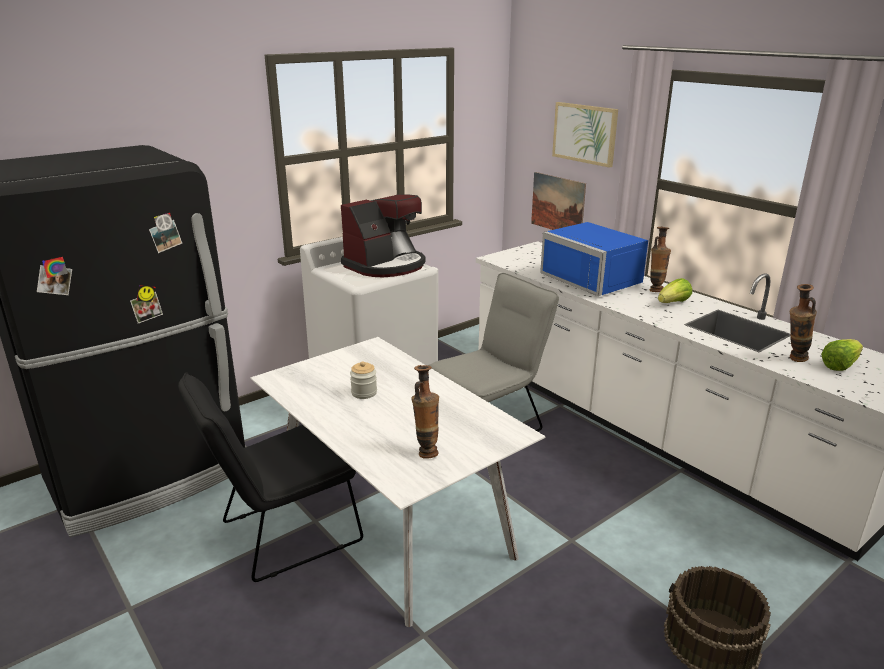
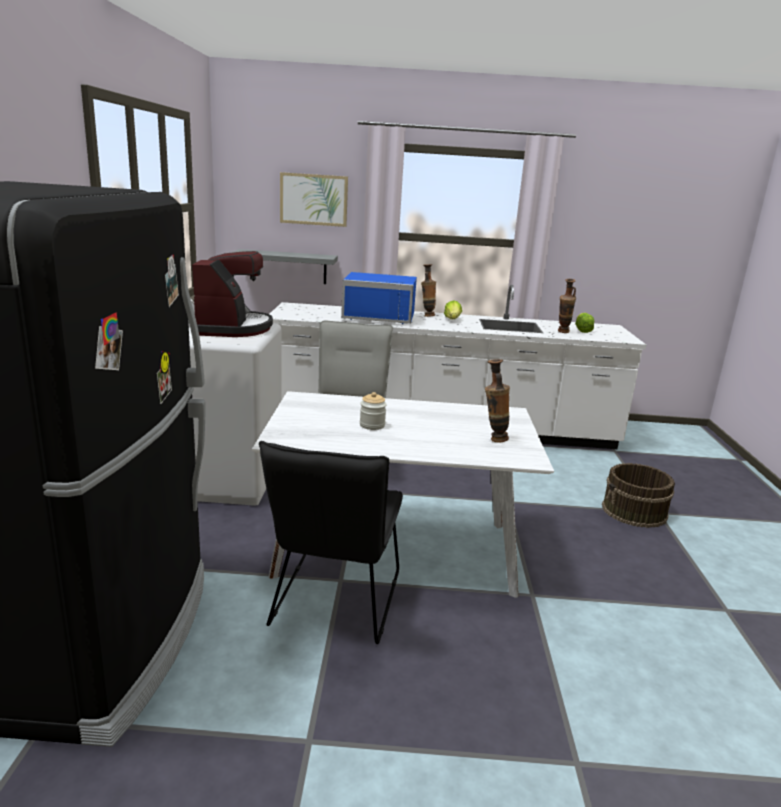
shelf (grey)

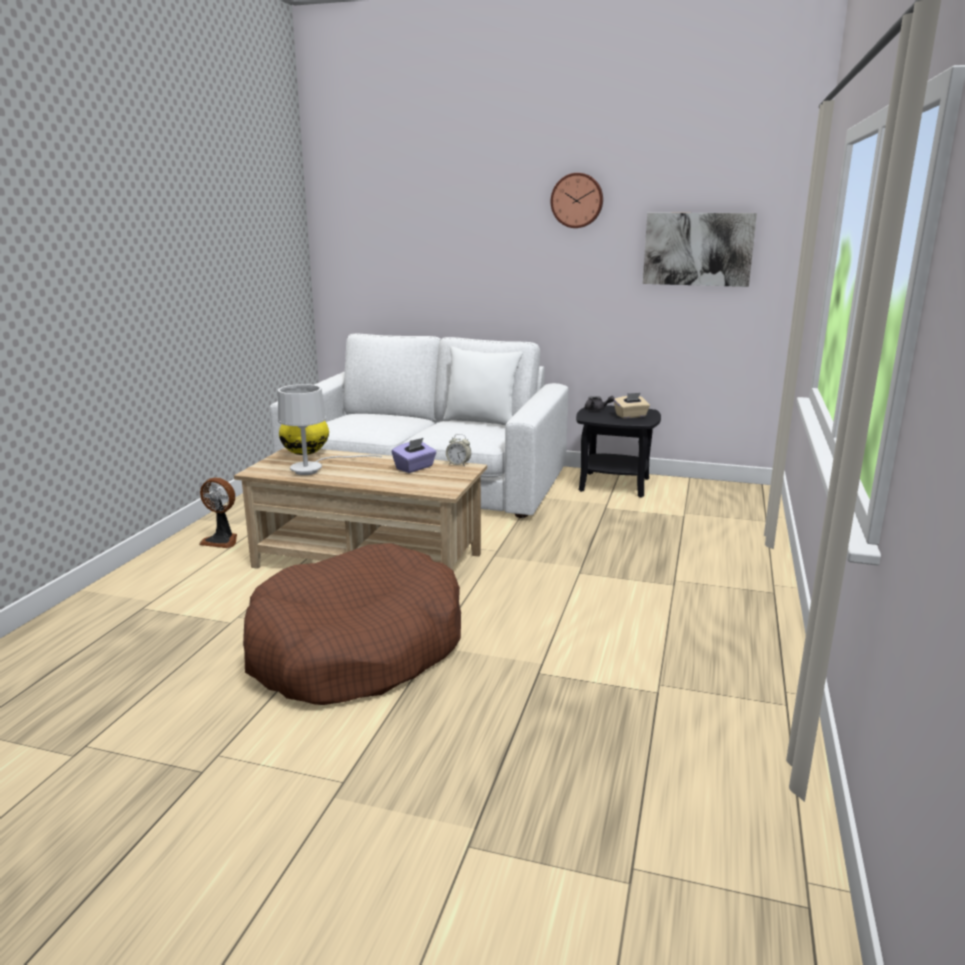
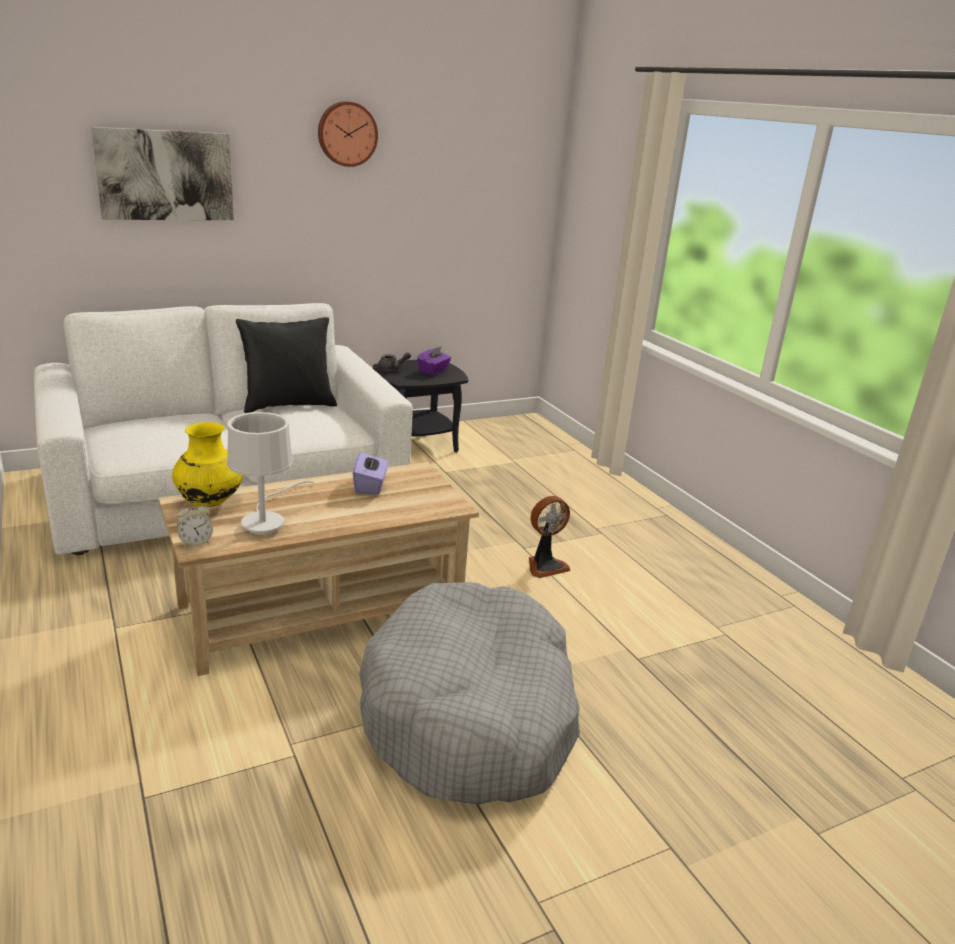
picture; pillow (black); tissue box (purple) (no. 2 from left); alarm clock; fan; dog bed (grey)

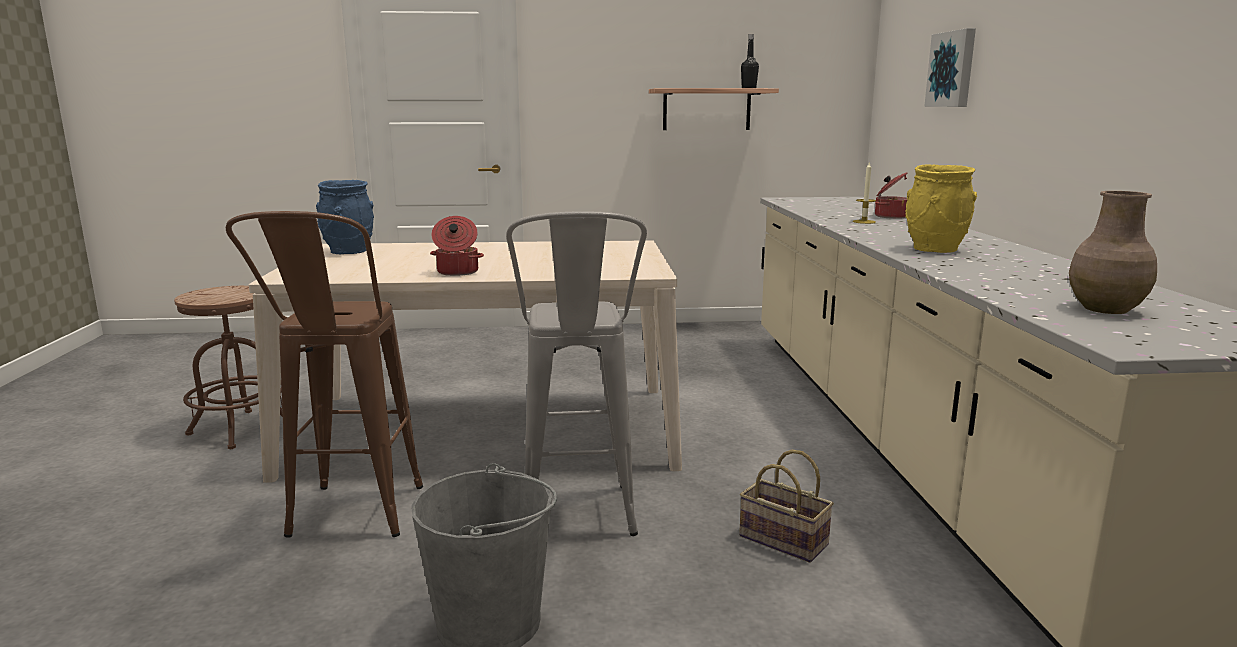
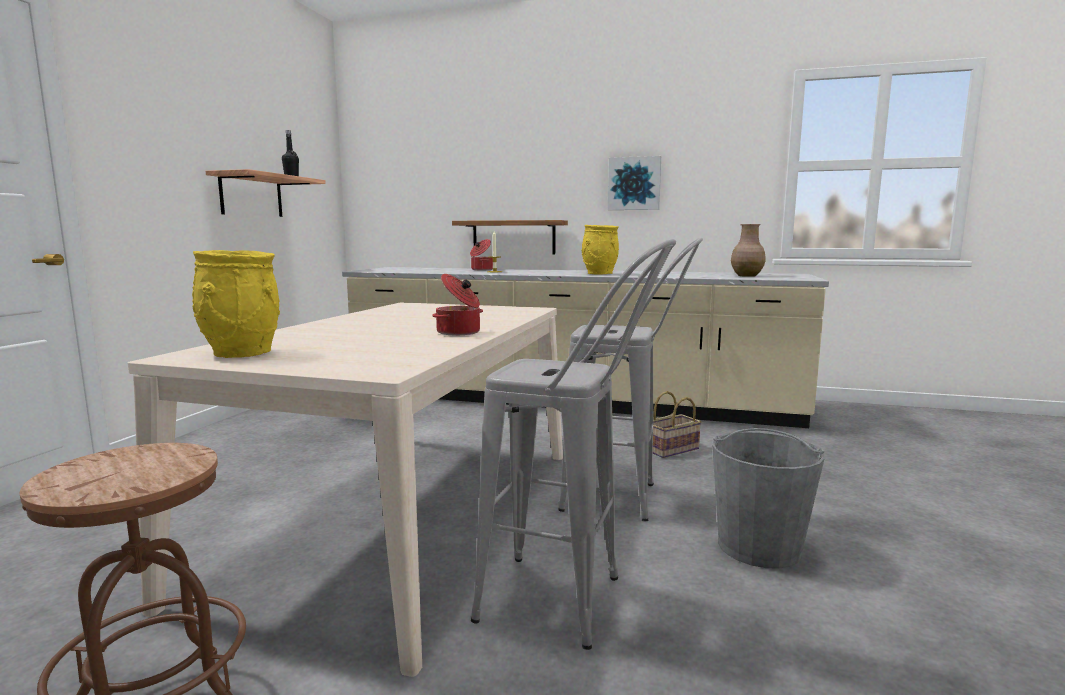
picture; vase (yellow) (no. 1 from left); stool (grey) (no. 1 from left); shelf (no. 2 from left)

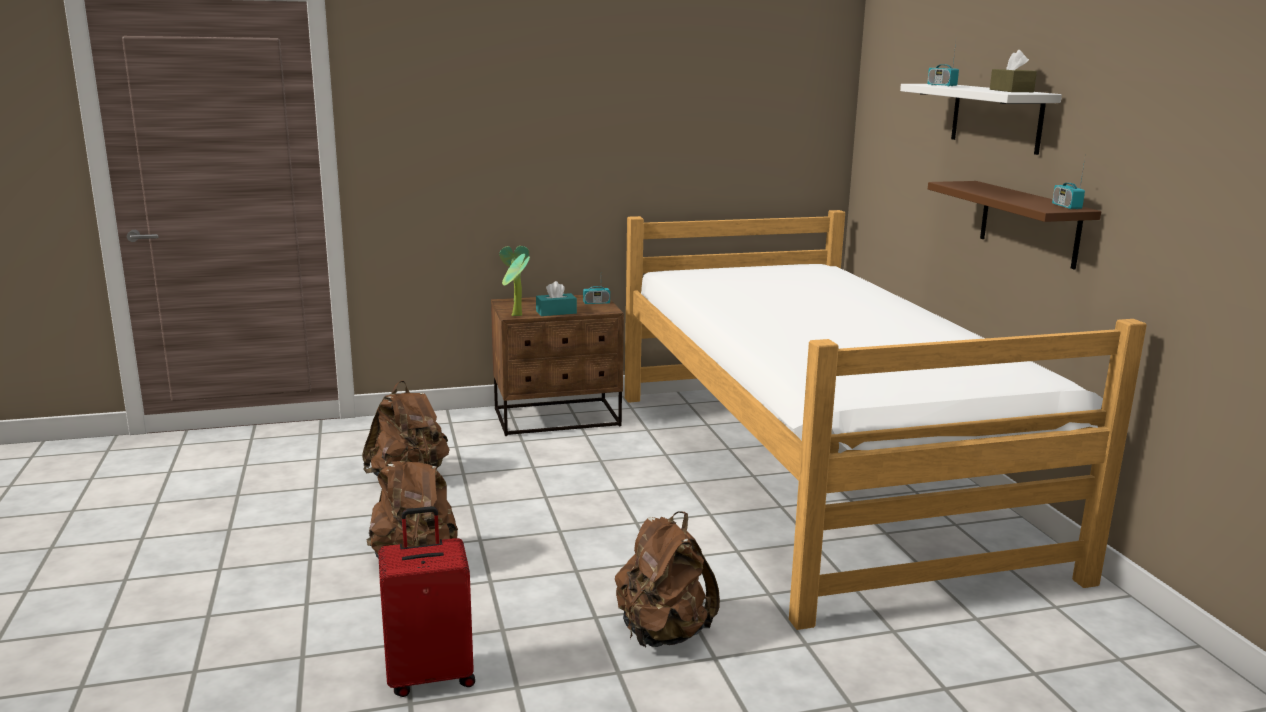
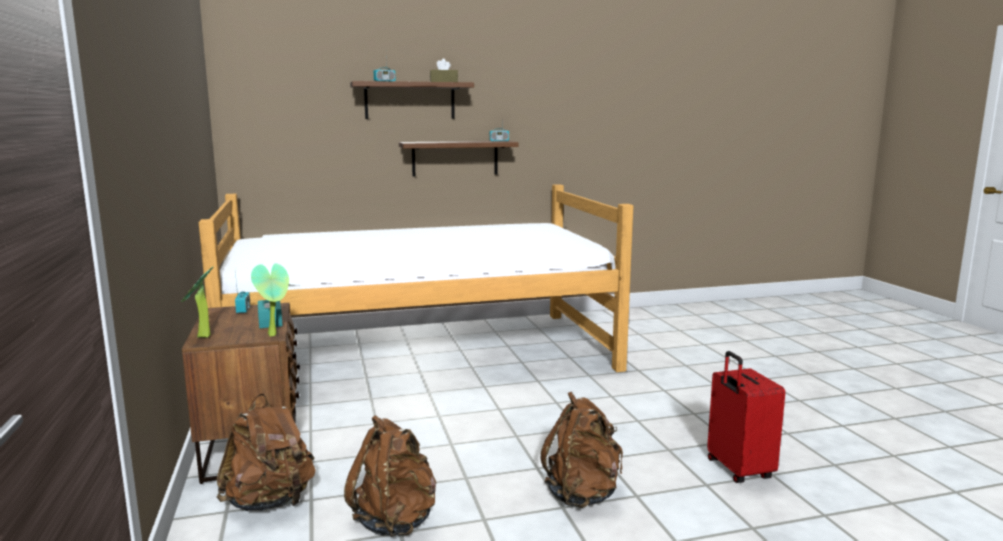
shelf (brown) (no. 1 from left); backpack (brown) (no. 1 from left)

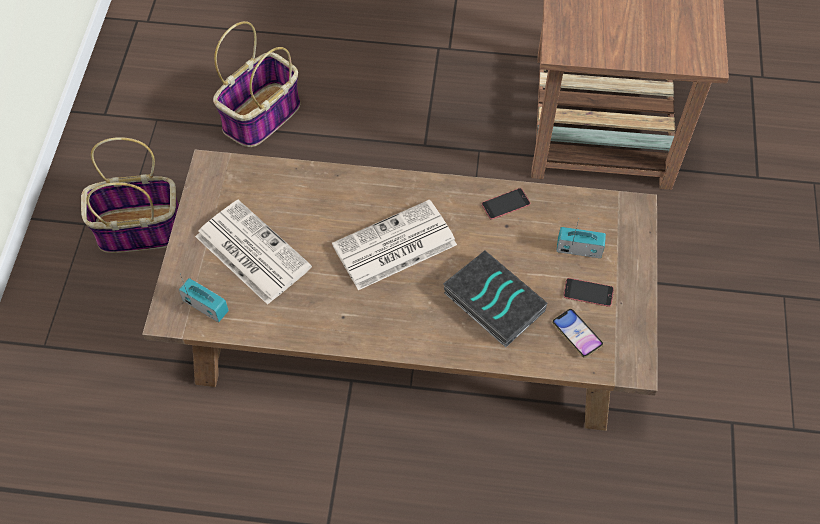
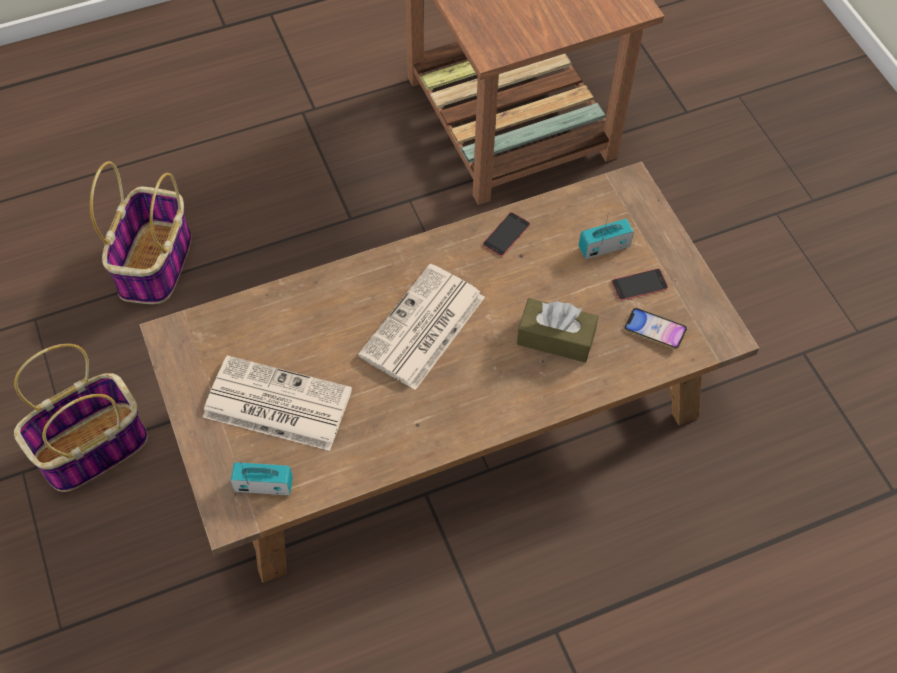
tissue box (brown)

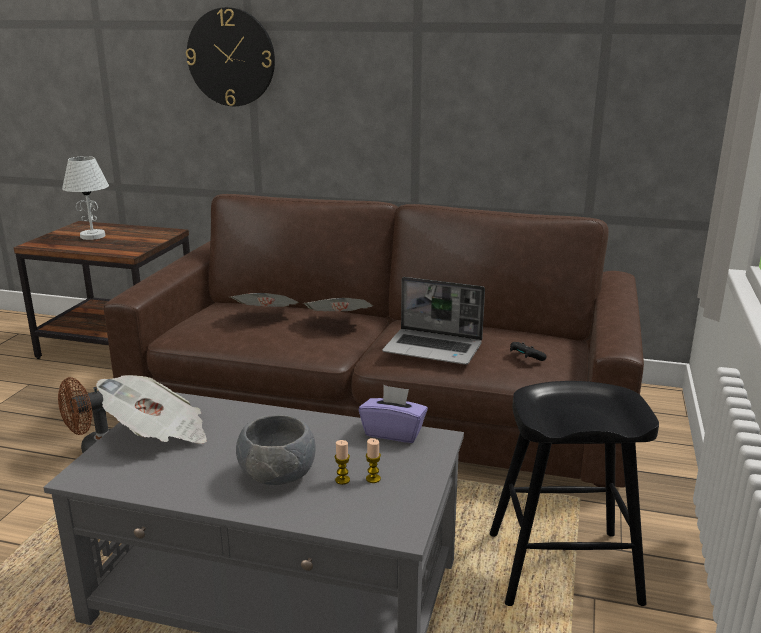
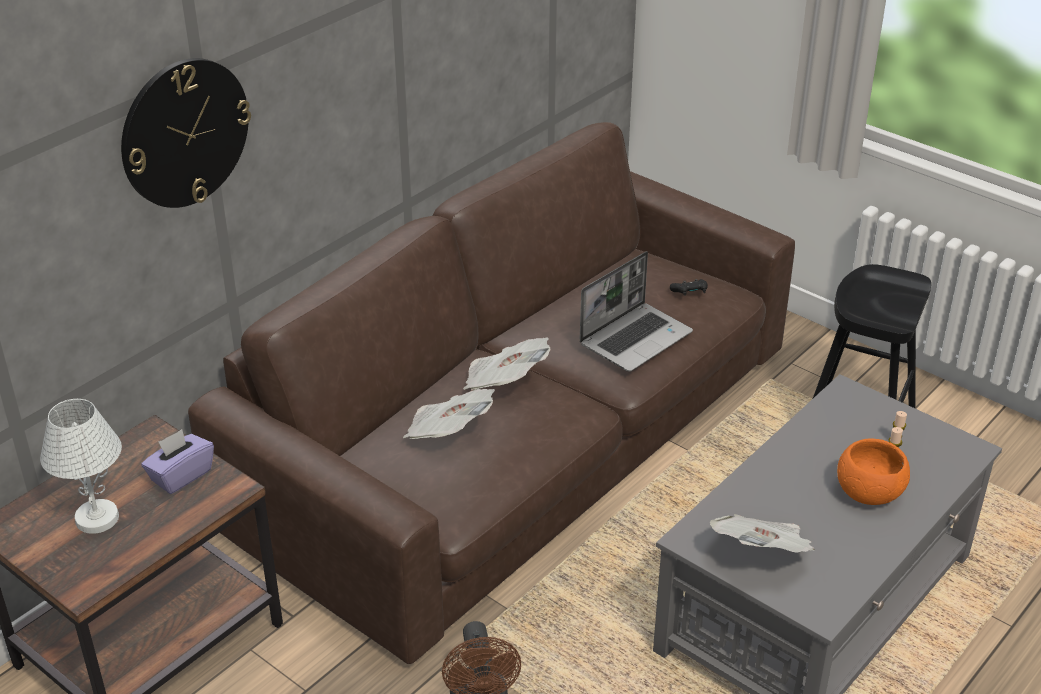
tissue box (purple); bowl (orange)

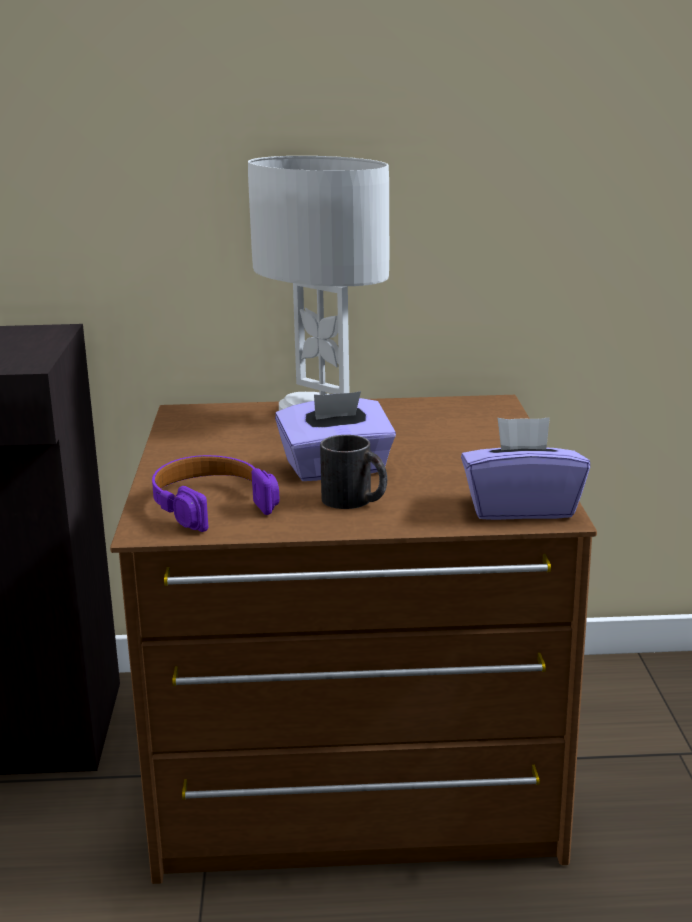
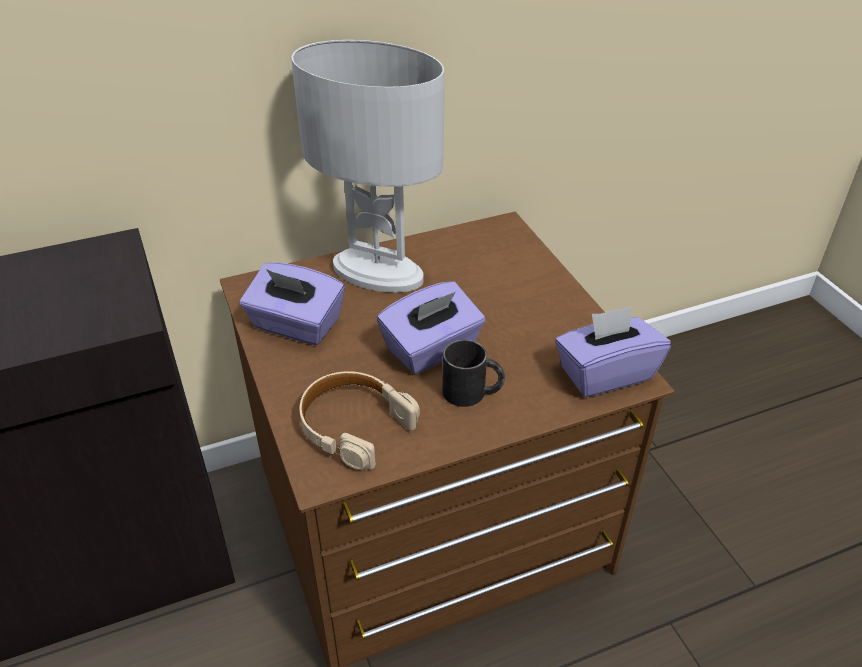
headphones (beige); tissue box (purple) (no. 1 from left)

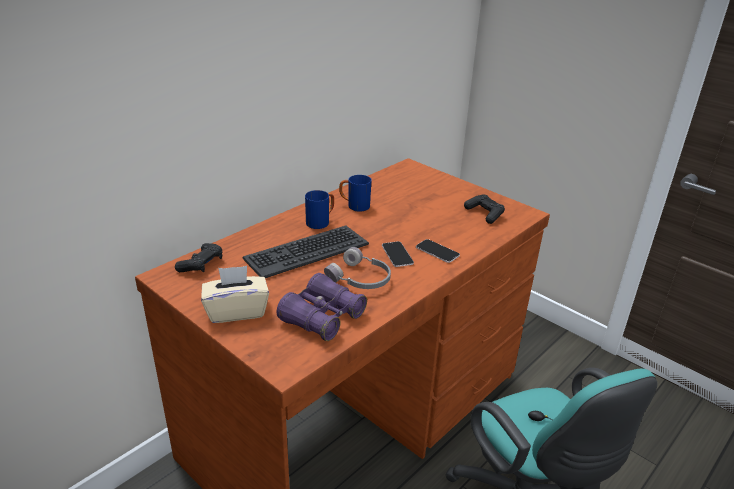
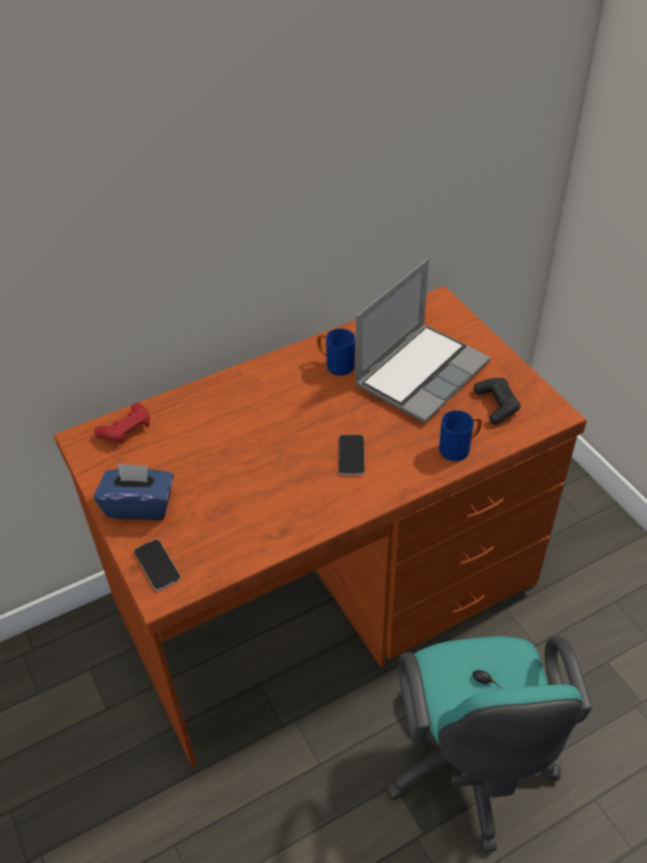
mug (blue) (no. 2 from left); keyboard; phone (no. 1 from left); game controller (red); headphones (grey); tissue box (blue); binoculars (purple); laptop

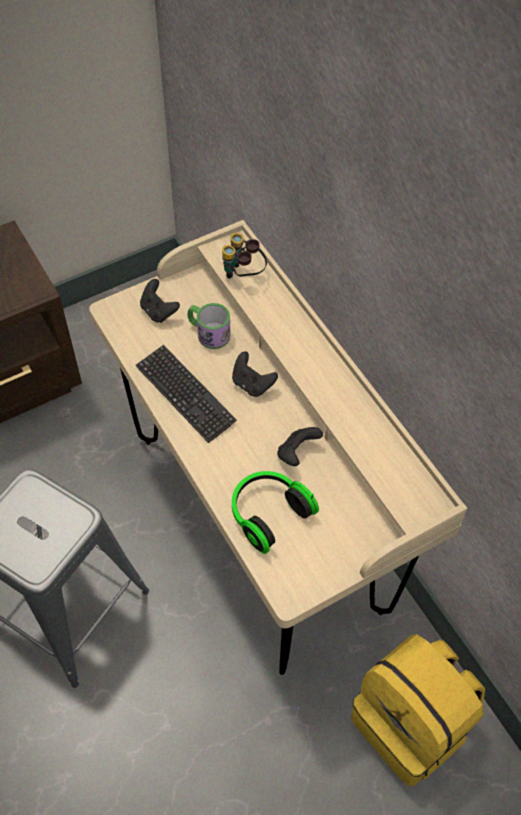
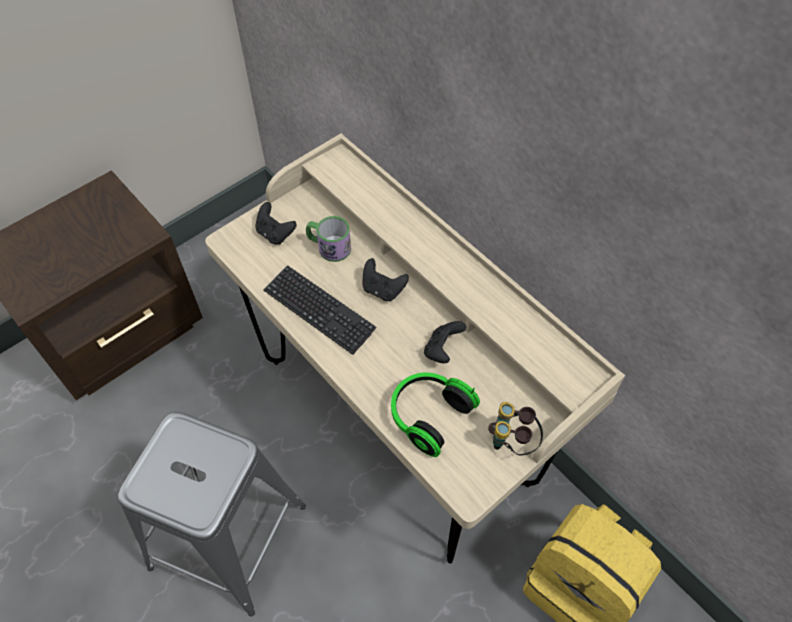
binoculars

